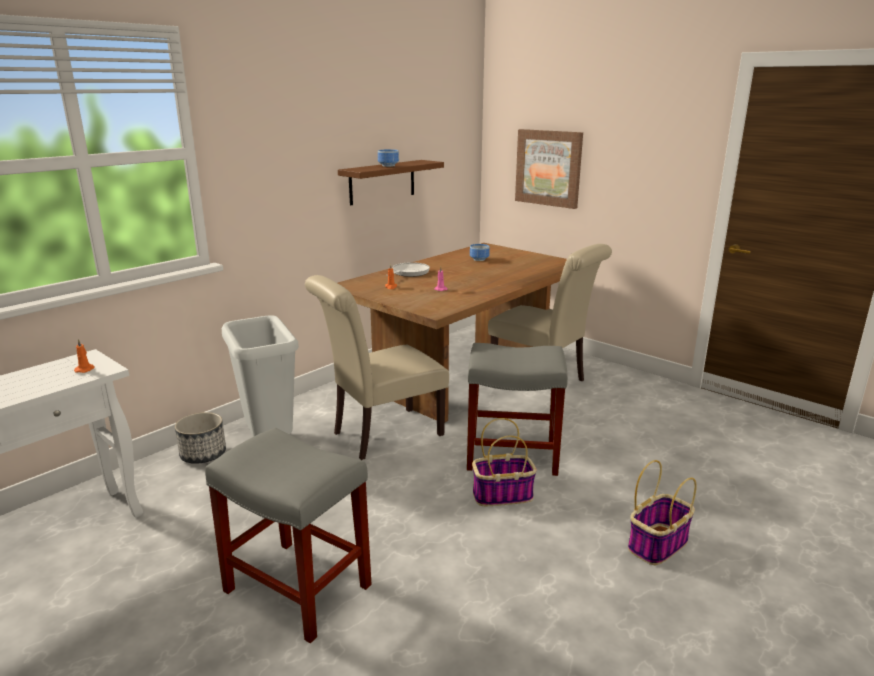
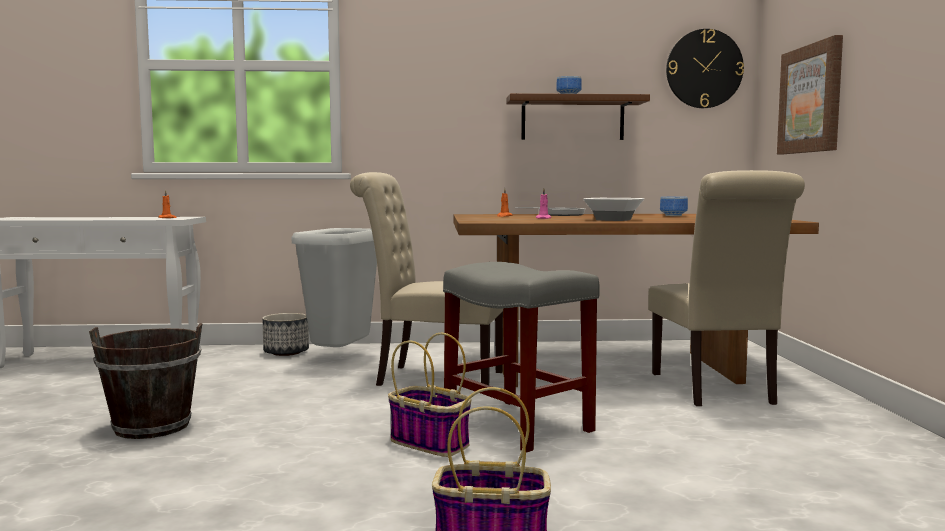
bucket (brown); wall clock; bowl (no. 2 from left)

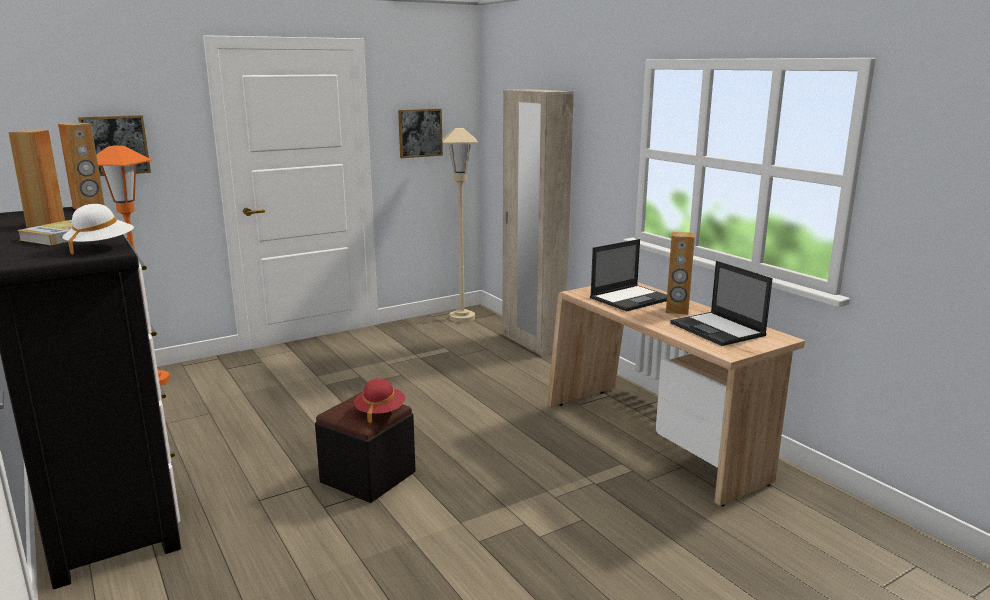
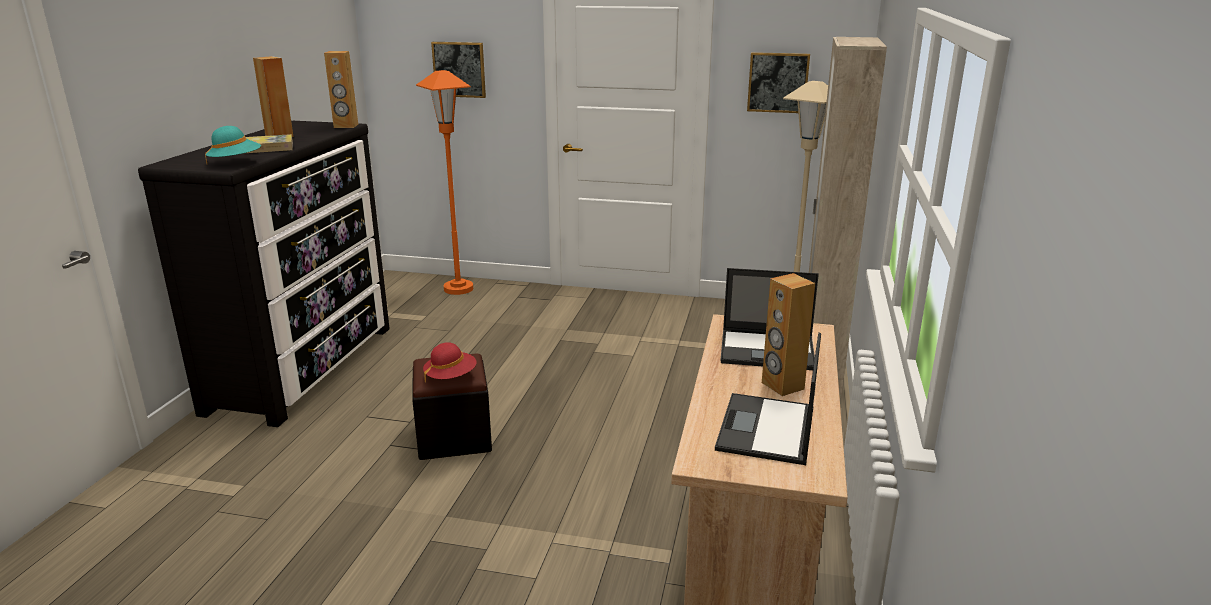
hat (turquoise)

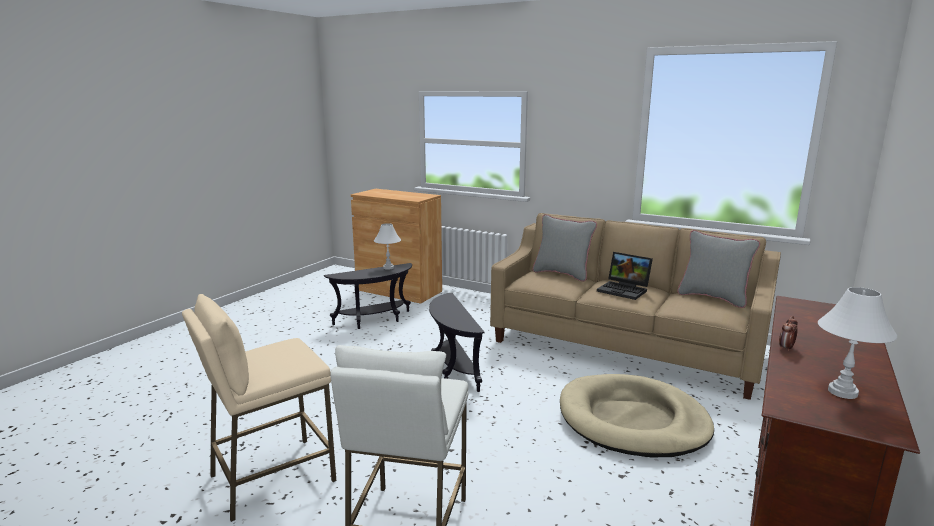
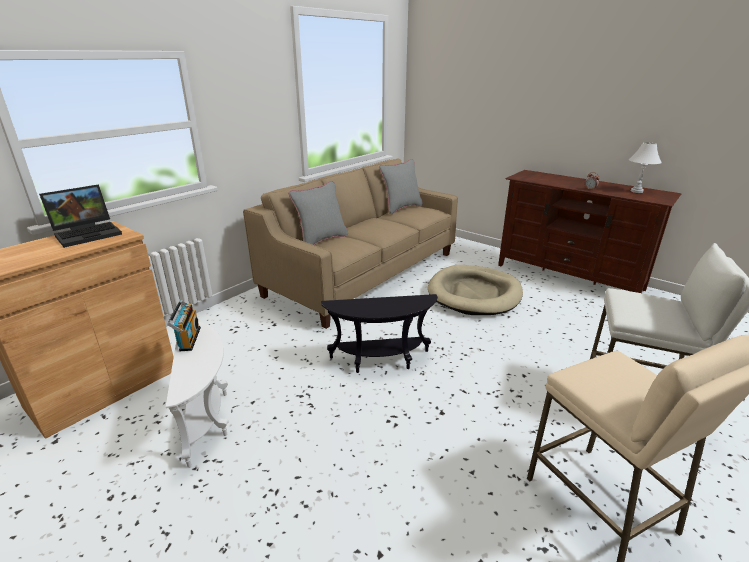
radio; laptop; side table (white)

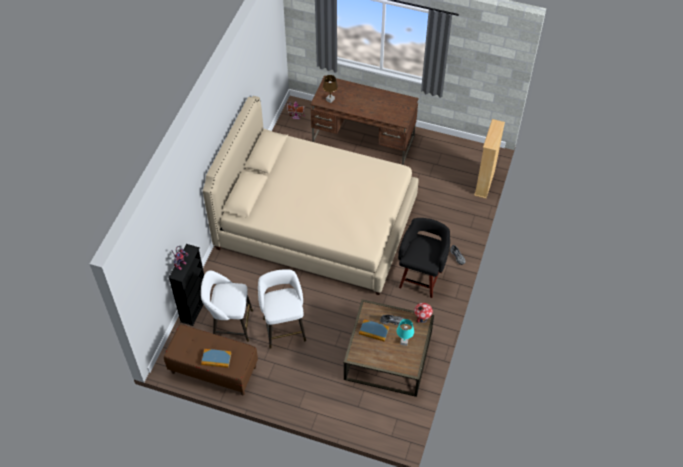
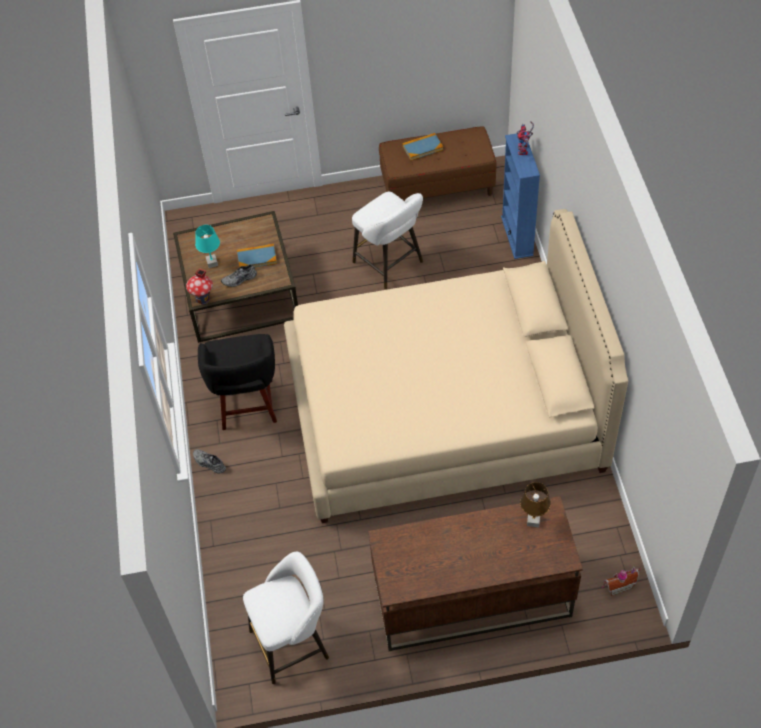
bookcase (beige); bookcase (blue); stool (white) (no. 1 from left)

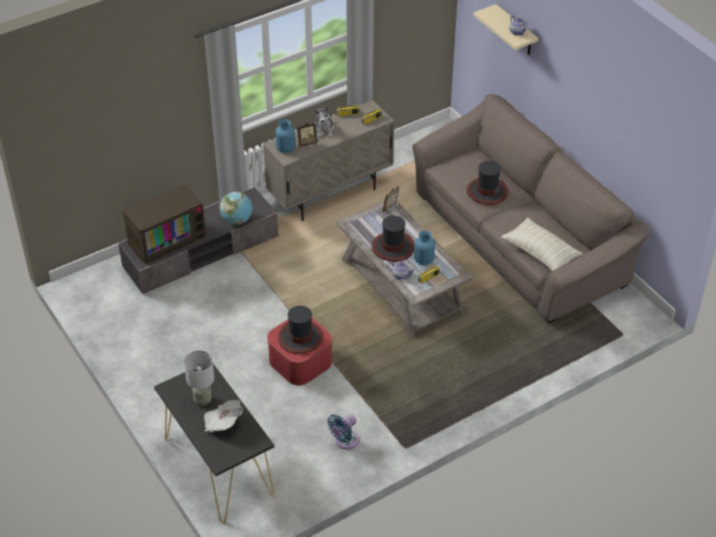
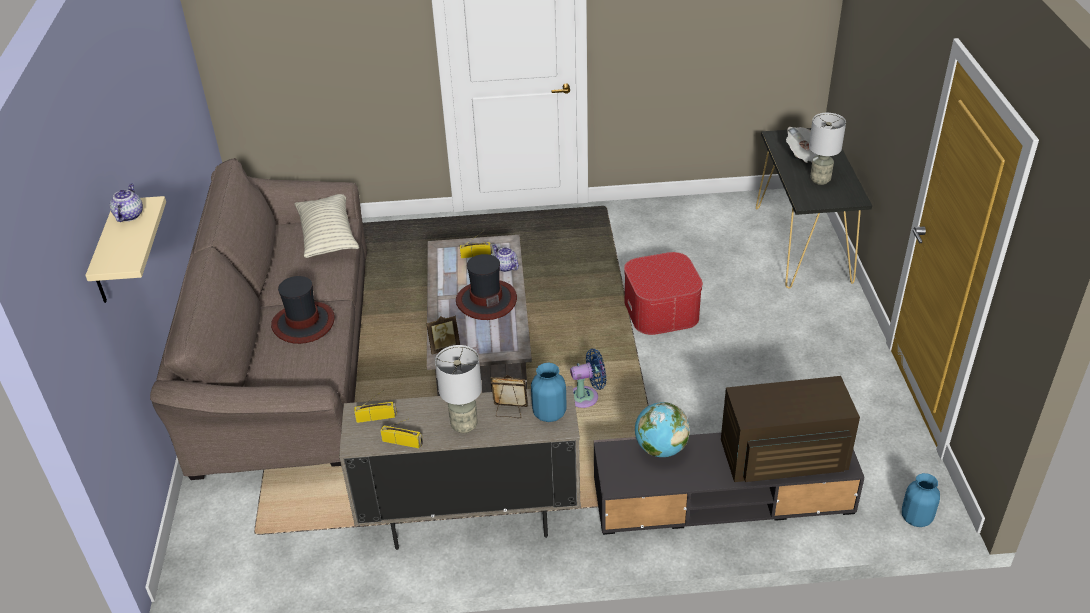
table lamp (grey) (no. 1 from left); vase (blue) (no. 2 from left); hat (no. 1 from left in the first image); fan (blue)

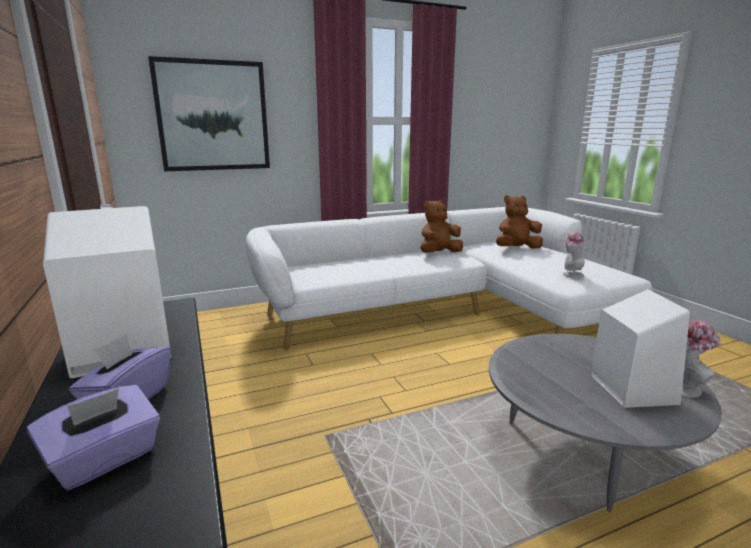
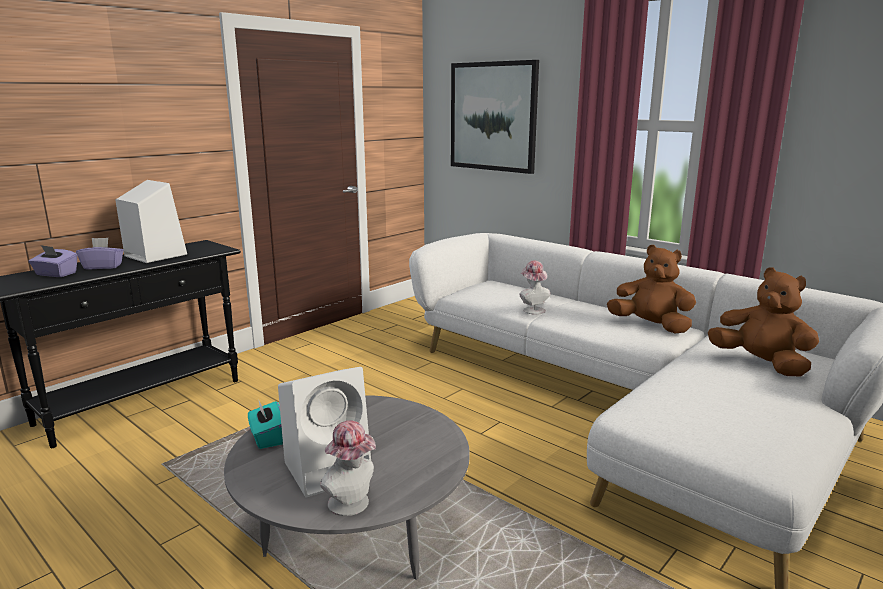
hat (no. 2 from left); tissue box (turquoise)

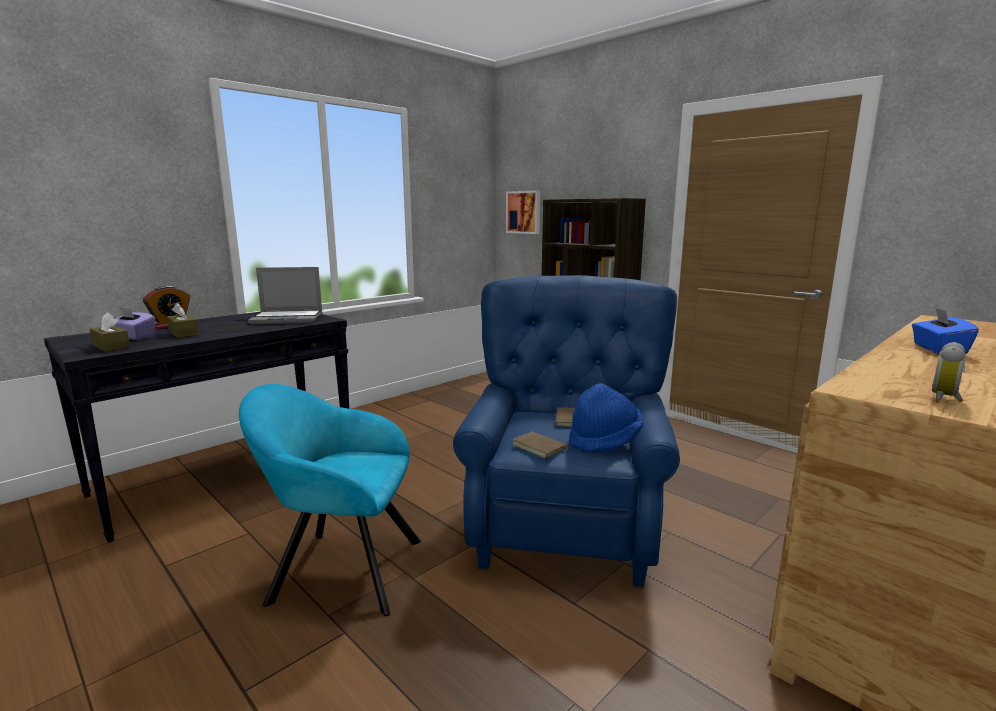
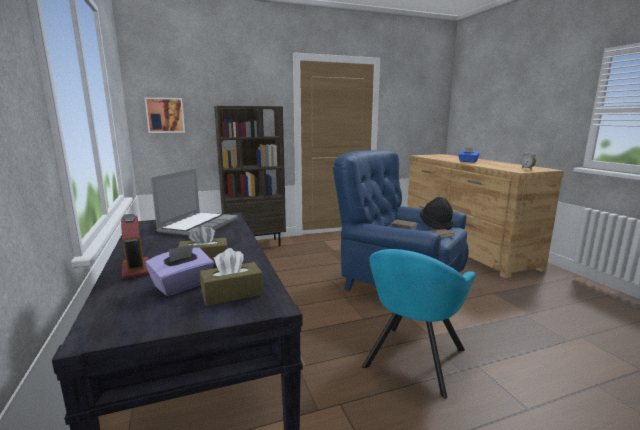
hat (black)

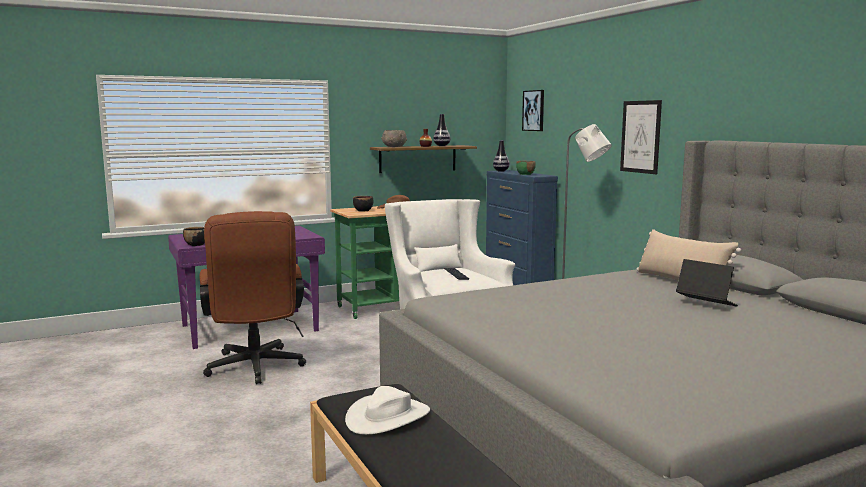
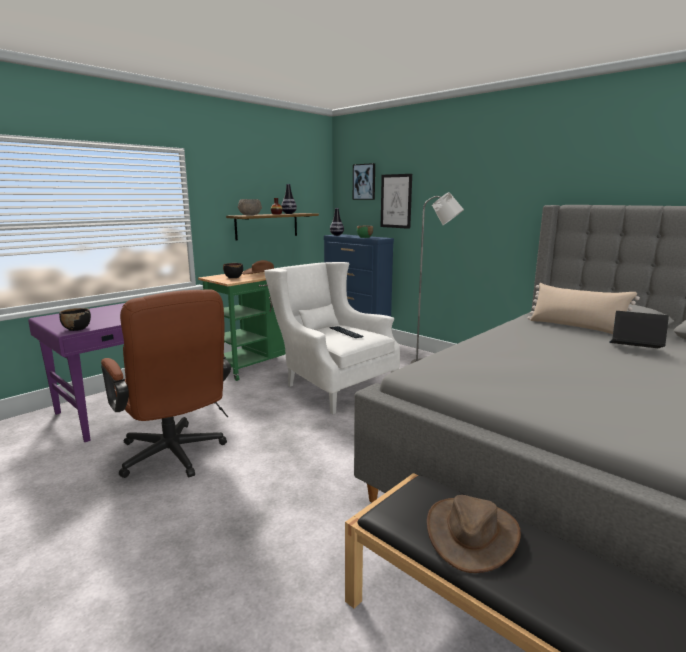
picture (no. 2 from left); hat (brown) (no. 2 from left)

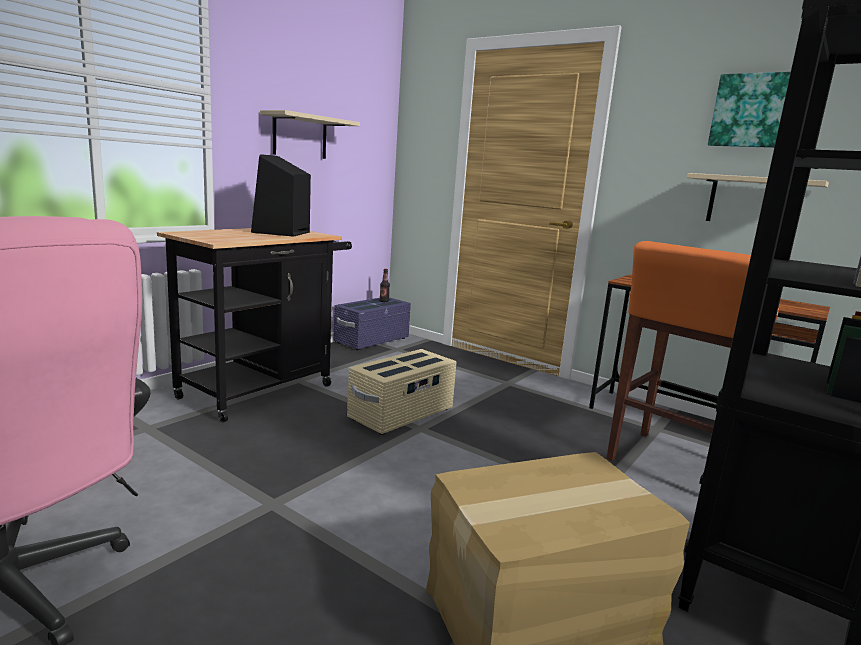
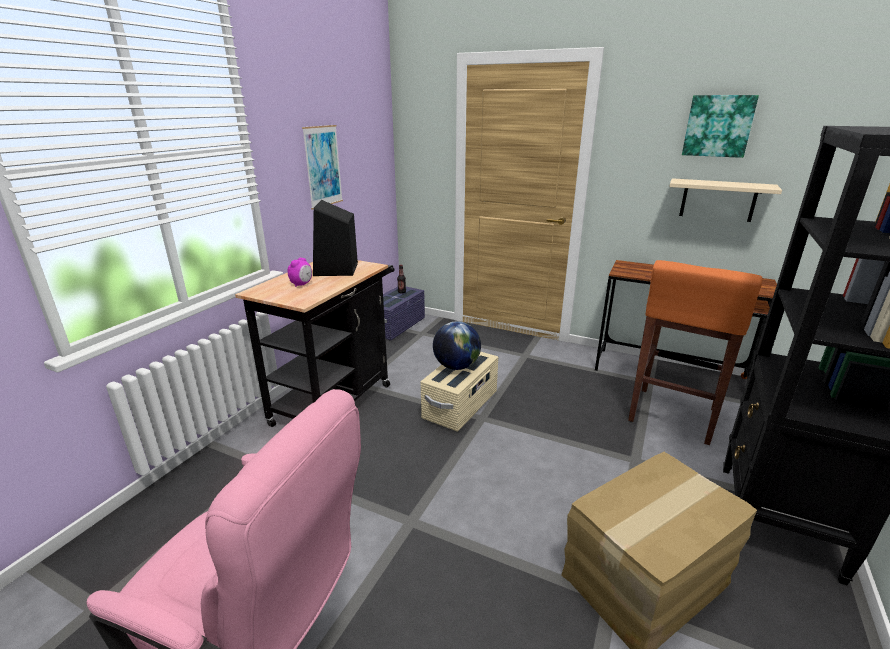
picture (no. 1 from left); alarm clock; globe

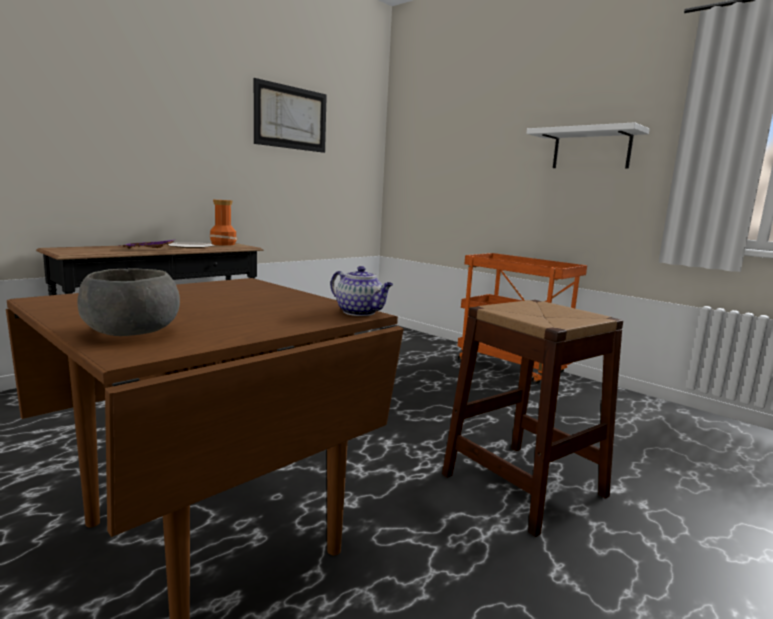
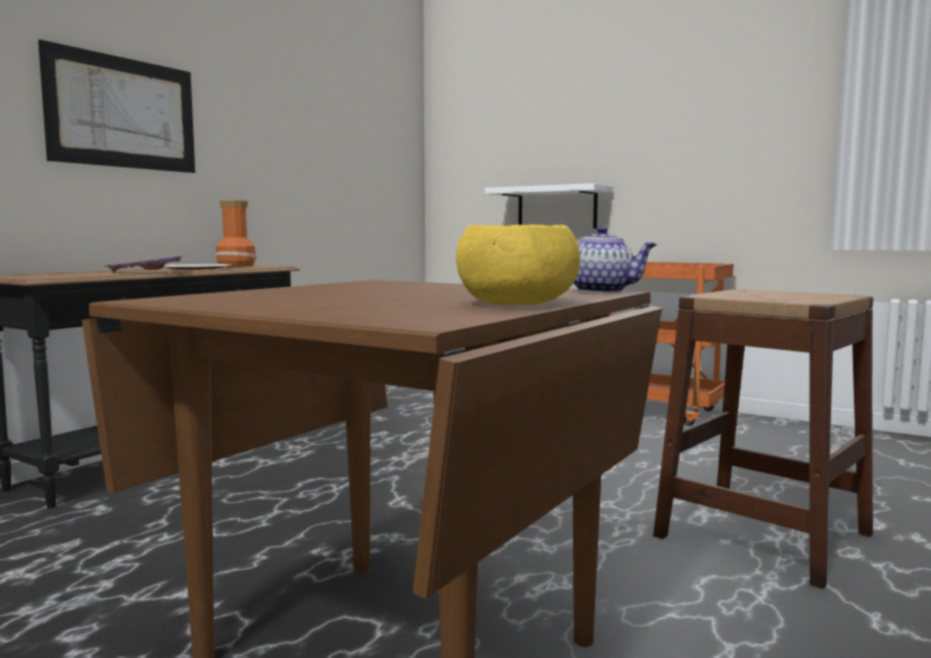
picture; shelf (white); bowl (grey); bowl (yellow)

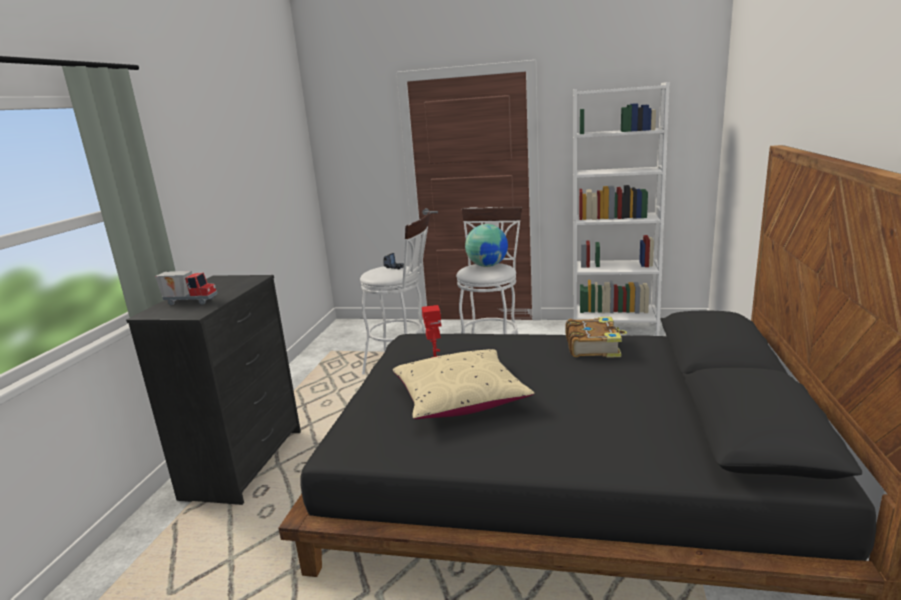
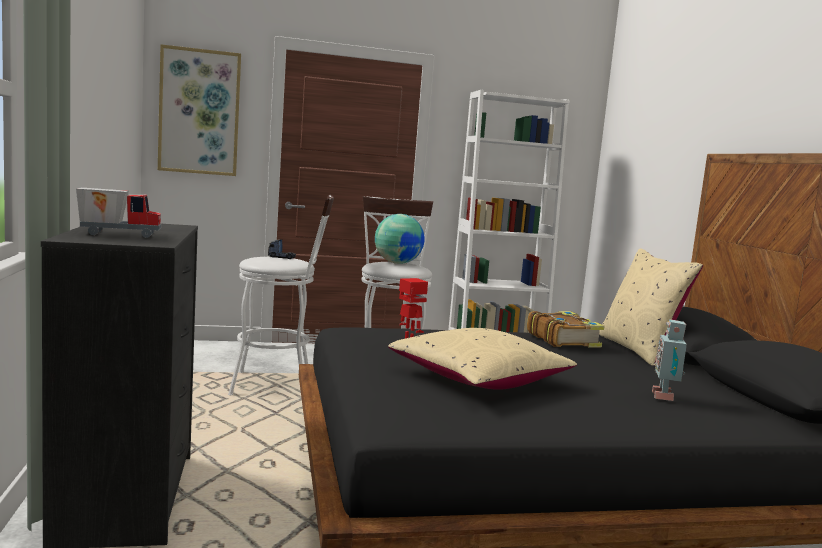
picture; pillow (beige) (no. 2 from left); toy robot (no. 2 from left)

